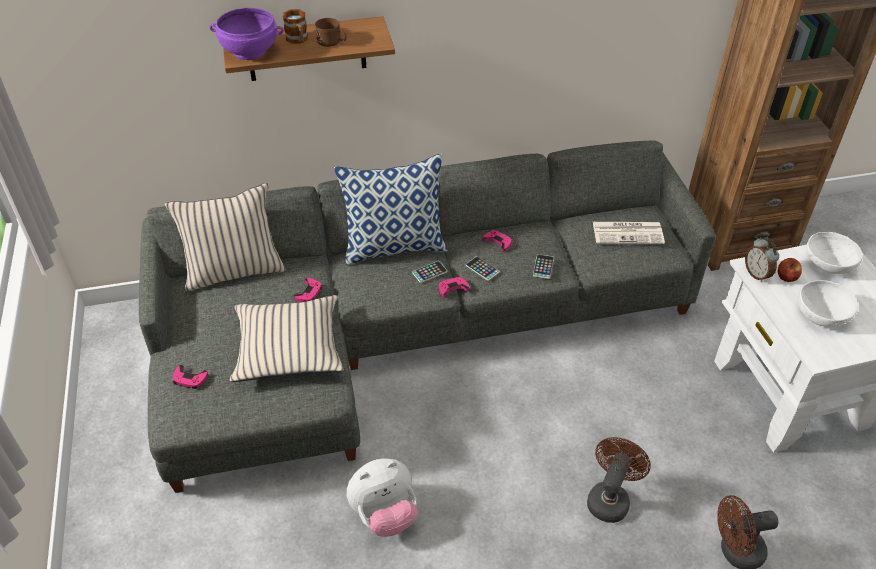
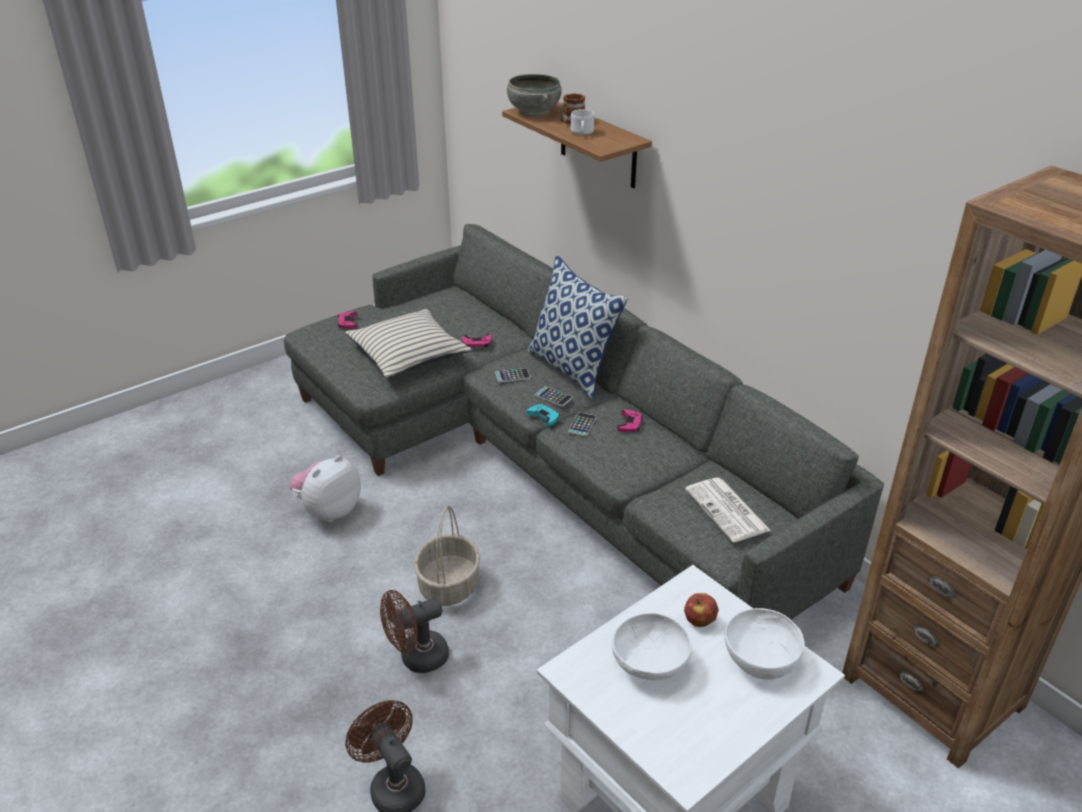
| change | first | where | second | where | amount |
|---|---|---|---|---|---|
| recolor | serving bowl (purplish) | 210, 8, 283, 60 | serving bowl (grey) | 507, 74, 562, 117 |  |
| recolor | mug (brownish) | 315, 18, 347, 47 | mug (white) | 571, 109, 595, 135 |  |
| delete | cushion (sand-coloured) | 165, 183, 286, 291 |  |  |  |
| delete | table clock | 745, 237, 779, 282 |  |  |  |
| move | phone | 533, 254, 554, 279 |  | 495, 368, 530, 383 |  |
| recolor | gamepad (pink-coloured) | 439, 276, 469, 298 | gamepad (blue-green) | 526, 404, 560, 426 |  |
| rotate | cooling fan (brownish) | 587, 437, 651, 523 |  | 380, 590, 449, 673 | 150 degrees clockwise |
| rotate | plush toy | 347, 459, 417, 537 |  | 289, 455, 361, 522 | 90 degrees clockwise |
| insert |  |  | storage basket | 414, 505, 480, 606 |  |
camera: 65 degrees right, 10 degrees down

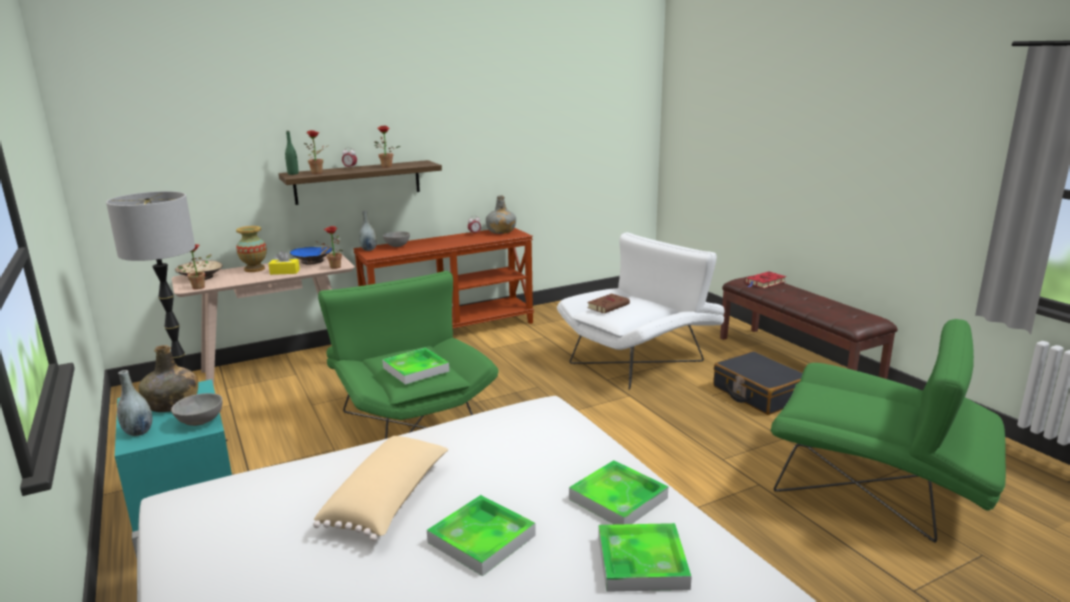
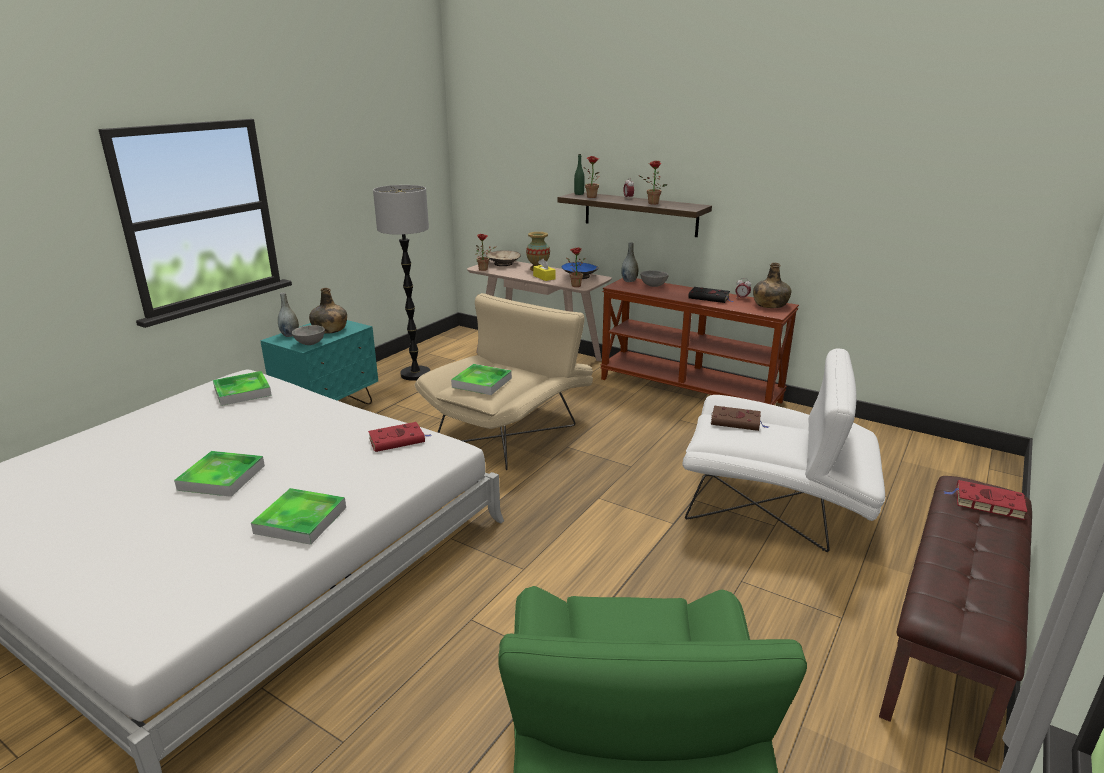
| change | first | where | second | where | amount |
|---|---|---|---|---|---|
| recolor | drink bottle (grey) | 486, 195, 516, 234 | drink bottle (greenish) | 753, 263, 791, 308 |  |
| recolor | lounge chair (greenish) | 318, 271, 499, 439 | lounge chair (sand-coloured) | 415, 293, 593, 470 |  |
| delete | piece of luggage (black-coloured) | 713, 351, 803, 415 |  |  |  |
| delete | cushion (sand-coloured) | 313, 436, 449, 541 |  |  |  |
| move | serving tray | 598, 523, 692, 592 |  | 213, 371, 272, 406 |  |
| insert |  |  | book (black-coloured) | 688, 287, 734, 303 |  |
| insert |  |  | book (reddish) | 368, 422, 431, 452 |  |
camera: 60 degrees right, 5 degrees up

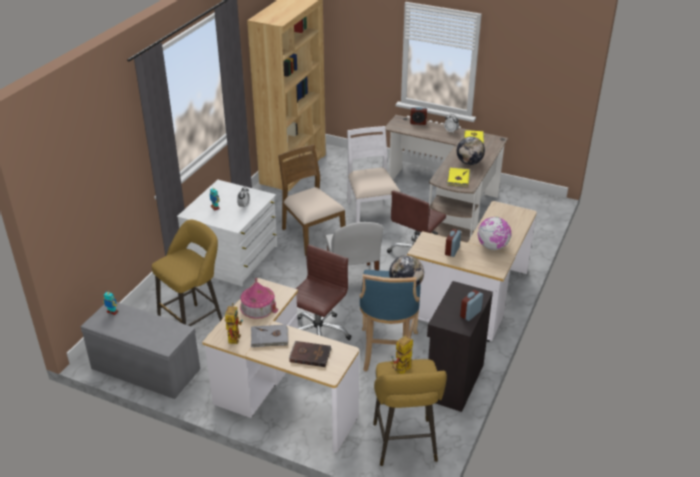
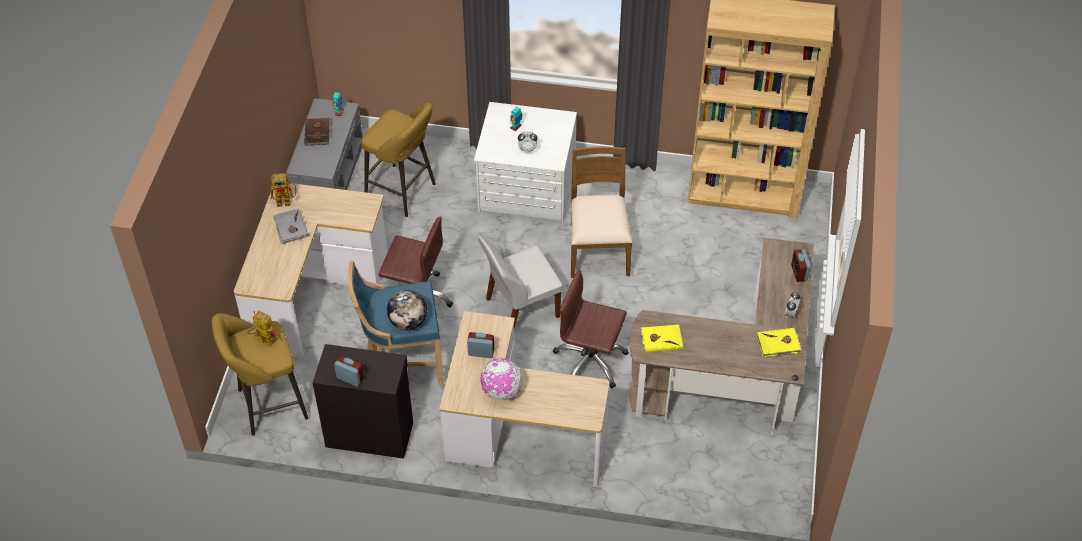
| change | first | where | second | where | amount |
|---|---|---|---|---|---|
| delete | chair (white) | 347, 126, 400, 225 |  |  |  |
| delete | globe | 457, 136, 485, 165 |  |  |  |
| rotate | chair (brownish) | 278, 144, 345, 256 |  | 571, 147, 632, 278 | 45 degrees counterclockwise |
| delete | model house | 240, 278, 279, 319 |  |  |  |
| move | book (brownish) | 289, 341, 332, 367 |  | 304, 118, 332, 146 |  |
camera: 75 degrees right, 15 degrees up

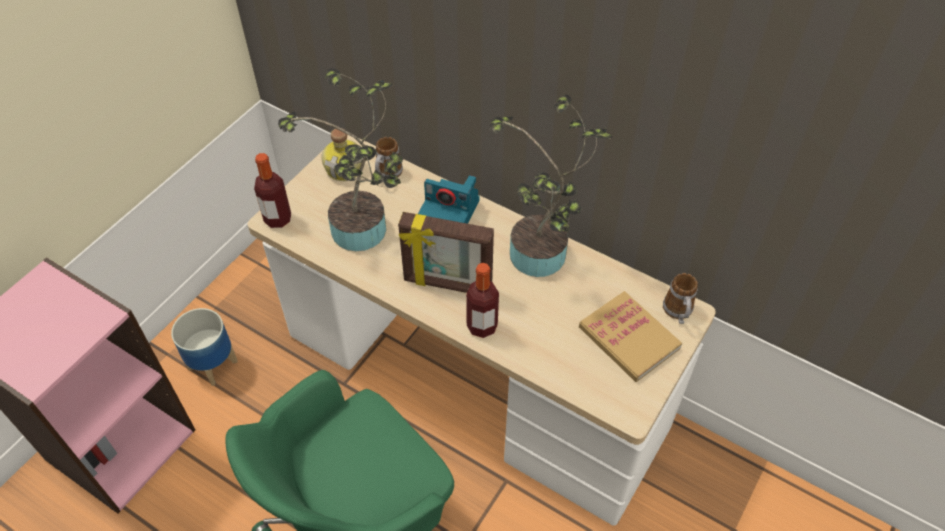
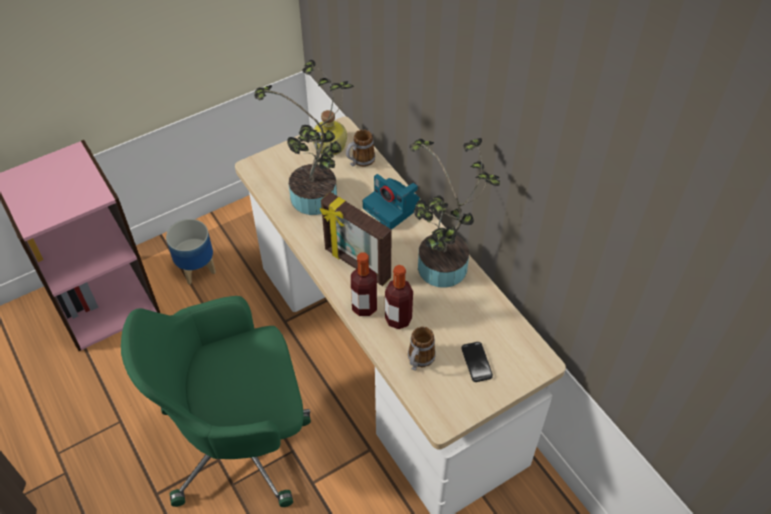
| change | first | where | second | where | amount |
|---|---|---|---|---|---|
| move | drink bottle | 254, 153, 291, 228 |  | 385, 265, 413, 329 |  |
| move | mug | 663, 273, 698, 324 |  | 408, 326, 436, 371 |  |
| replace | book | 579, 291, 682, 382 | phone | 462, 342, 493, 382 |  |
camera: 25 degrees right, 0 degrees up

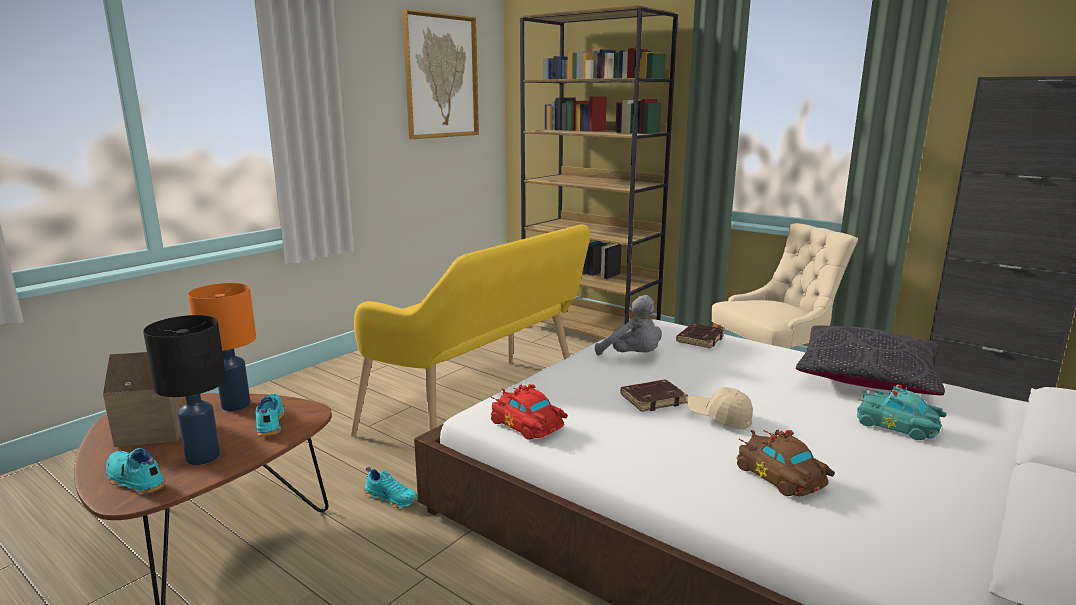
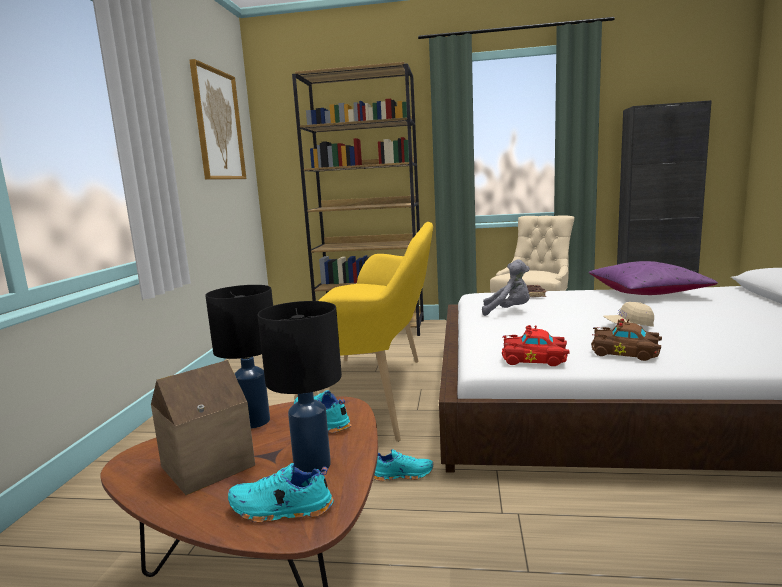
| change | first | where | second | where | amount |
|---|---|---|---|---|---|
| recolor | table lamp (orangey) | 188, 283, 256, 411 | table lamp (black-coloured) | 205, 285, 273, 428 |  |
| recolor | cushion (black-coloured) | 796, 325, 945, 395 | cushion (purplish) | 589, 261, 718, 295 |  |
| delete | book (brownish) | 621, 380, 688, 412 |  |  |  |
| delete | miniature car (blue-green) | 857, 385, 946, 440 |  |  |  |
| move | miniature car (brownish) | 737, 430, 835, 496 |  | 591, 319, 662, 361 |  |
camera: 30 degrees left, 5 degrees down

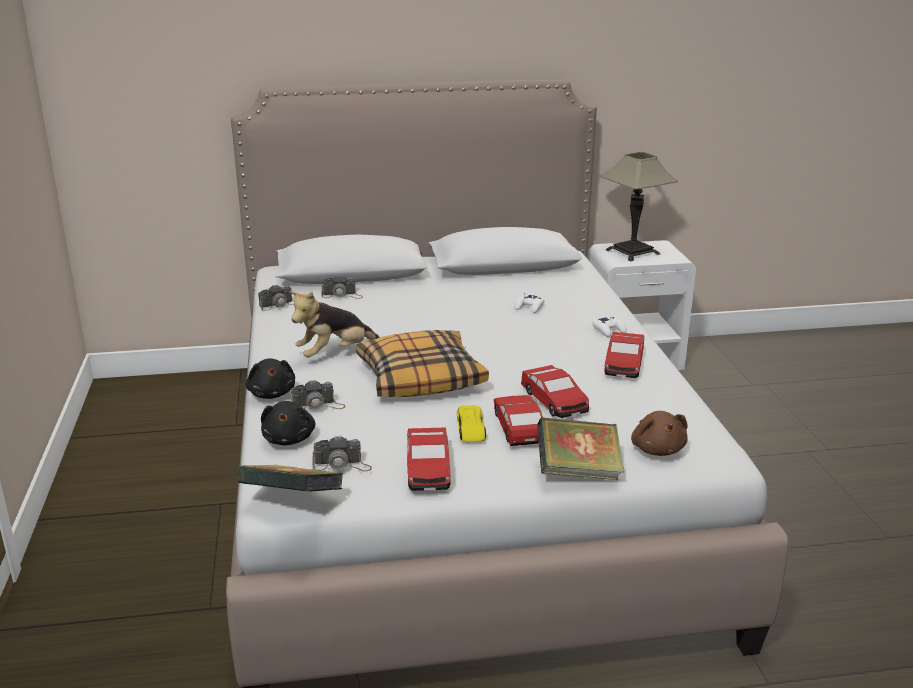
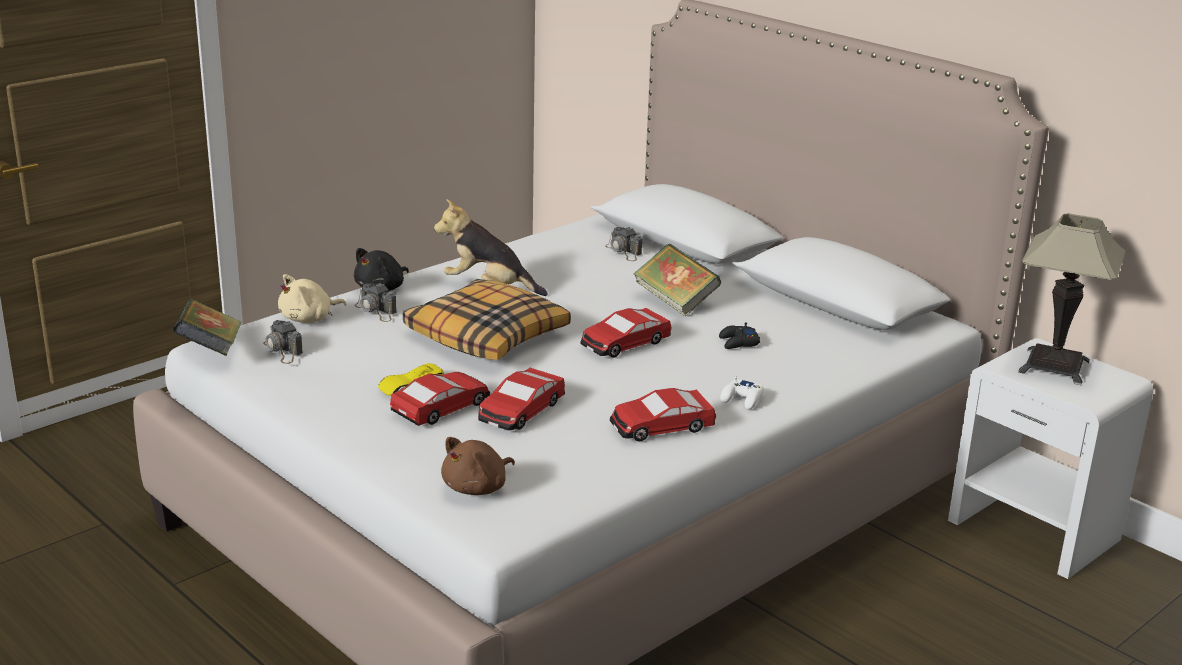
| change | first | where | second | where | amount |
|---|---|---|---|---|---|
| delete | photo camera | 258, 284, 294, 311 |  |  |  |
| recolor | gamepad (white) | 514, 292, 545, 313 | gamepad (black-coloured) | 719, 323, 761, 349 |  |
| recolor | plush toy (black-coloured) | 261, 401, 315, 445 | plush toy (sand-coloured) | 278, 274, 347, 323 |  |
| move | book | 537, 417, 624, 480 |  | 634, 244, 721, 317 |  |
| move | miniature car | 407, 427, 451, 491 |  | 581, 308, 671, 358 |  |
camera: 55 degrees right, 0 degrees up

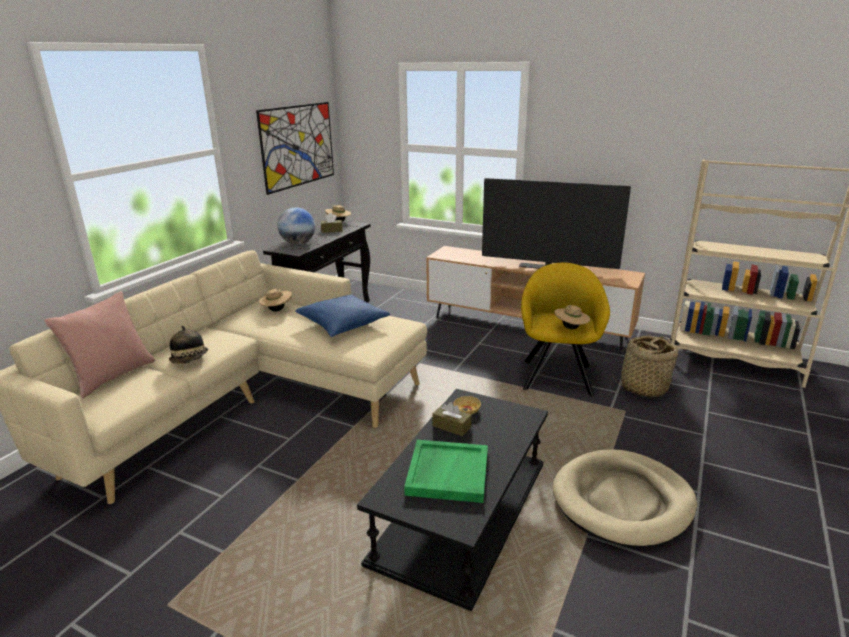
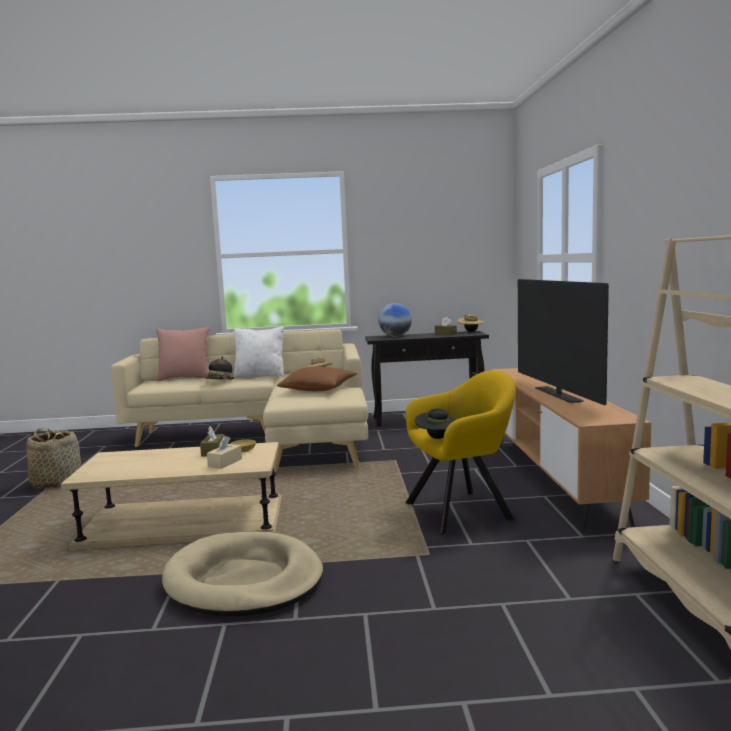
| change | first | where | second | where | amount |
|---|---|---|---|---|---|
| delete | wall art | 256, 102, 334, 195 |  |  |  |
| recolor | cushion (bluish) | 295, 295, 390, 337 | cushion (brownish) | 277, 366, 357, 391 |  |
| recolor | wearable hat (sand-coloured) | 554, 305, 590, 329 | wearable hat (black-coloured) | 415, 409, 456, 439 |  |
| move | storage basket | 612, 335, 678, 397 |  | 27, 428, 81, 489 |  |
| recolor | coffee table (black-coloured) | 357, 389, 548, 612 | coffee table (sand-coloured) | 61, 442, 282, 550 |  |
| delete | serving tray (greenish) | 404, 440, 488, 503 |  |  |  |
| insert |  |  | cushion (white) | 233, 327, 284, 378 |  |
| insert |  |  | tissue box (sand-coloured) | 207, 436, 242, 469 |  |
camera: 60 degrees right, 15 degrees down

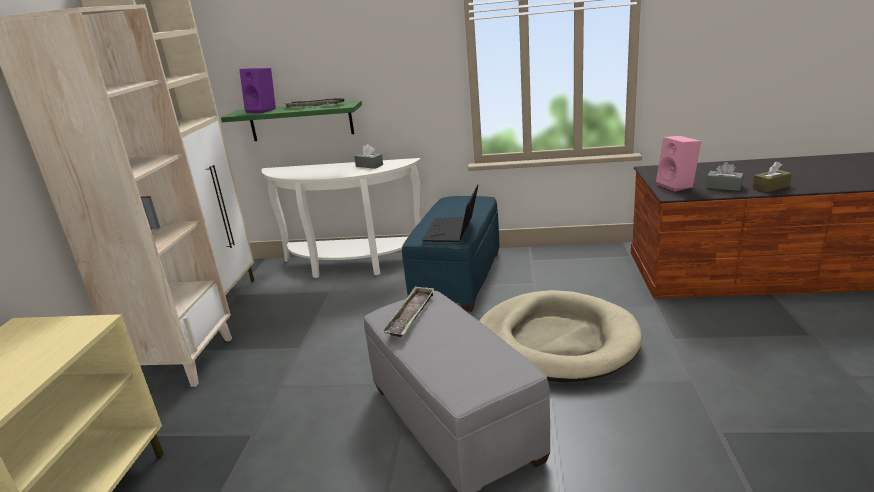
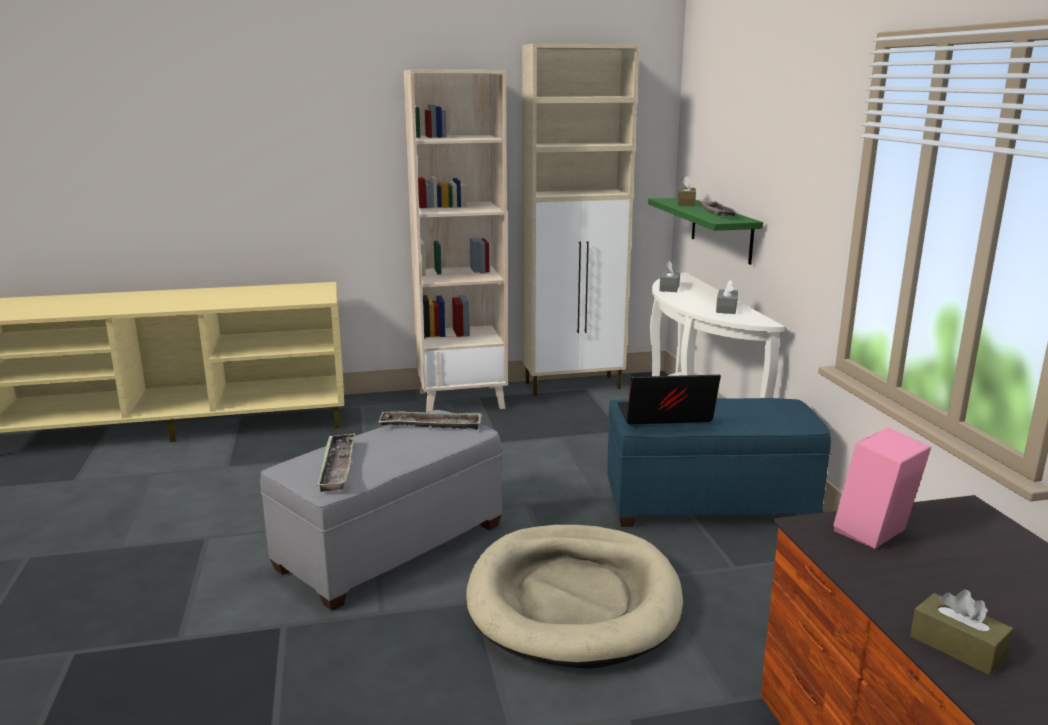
| change | first | where | second | where | amount |
|---|---|---|---|---|---|
| replace | audio speaker (purplish) | 239, 68, 276, 113 | tissue box (brownish) | 678, 176, 696, 206 |  |
| move | tissue box (grey) | 706, 162, 744, 191 |  | 659, 261, 680, 292 |  |
| insert |  |  | serving tray | 317, 433, 355, 492 |  |
camera: 70 degrees right, 5 degrees down

